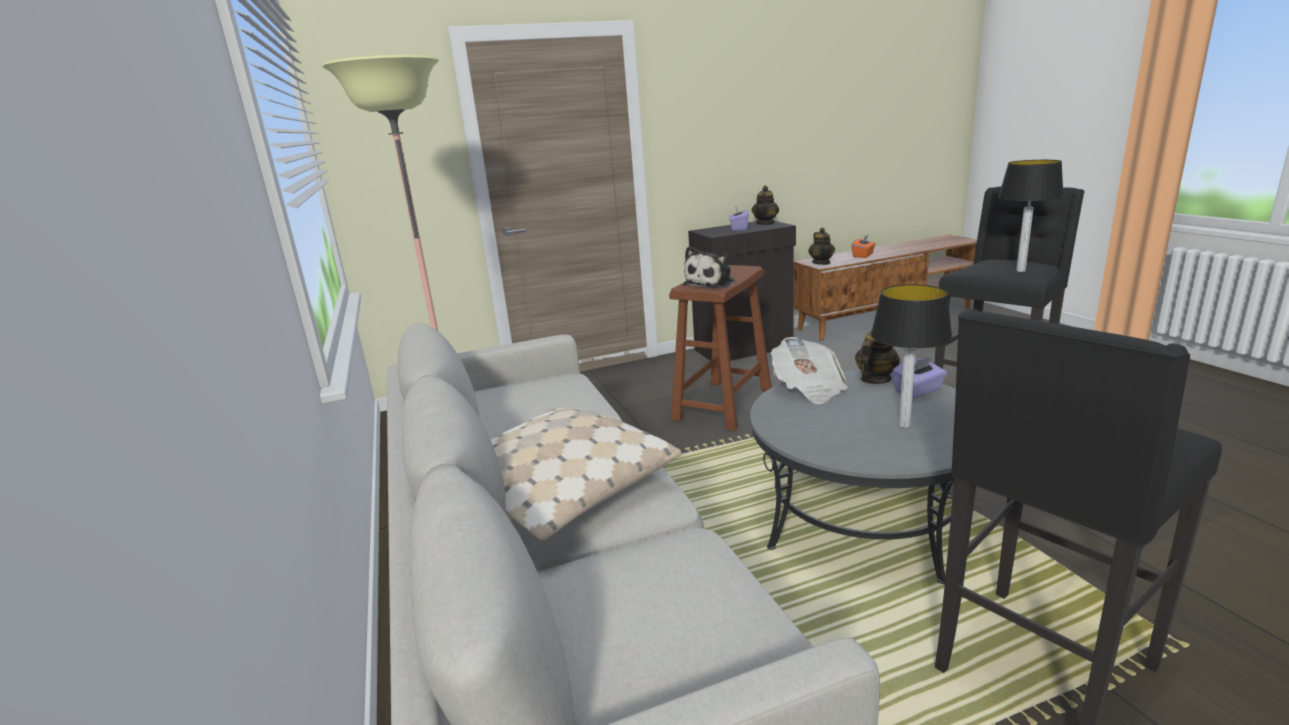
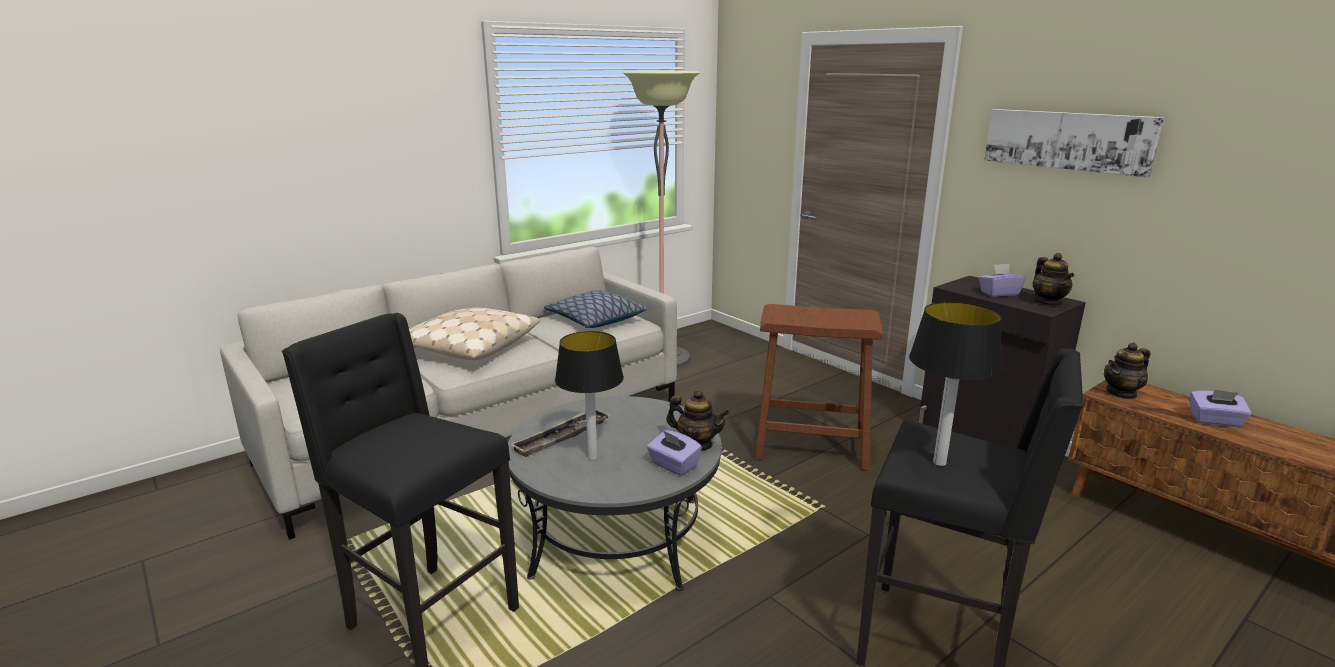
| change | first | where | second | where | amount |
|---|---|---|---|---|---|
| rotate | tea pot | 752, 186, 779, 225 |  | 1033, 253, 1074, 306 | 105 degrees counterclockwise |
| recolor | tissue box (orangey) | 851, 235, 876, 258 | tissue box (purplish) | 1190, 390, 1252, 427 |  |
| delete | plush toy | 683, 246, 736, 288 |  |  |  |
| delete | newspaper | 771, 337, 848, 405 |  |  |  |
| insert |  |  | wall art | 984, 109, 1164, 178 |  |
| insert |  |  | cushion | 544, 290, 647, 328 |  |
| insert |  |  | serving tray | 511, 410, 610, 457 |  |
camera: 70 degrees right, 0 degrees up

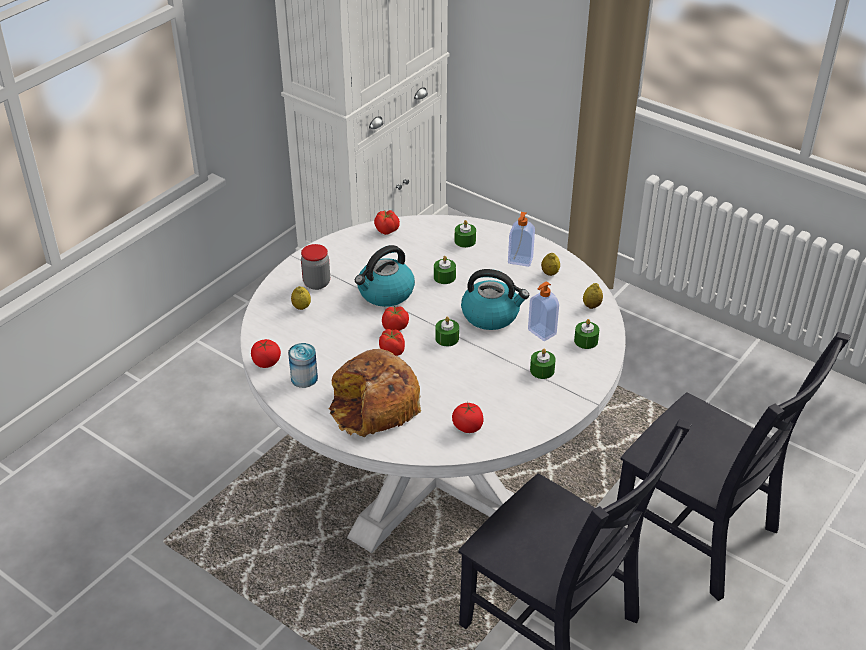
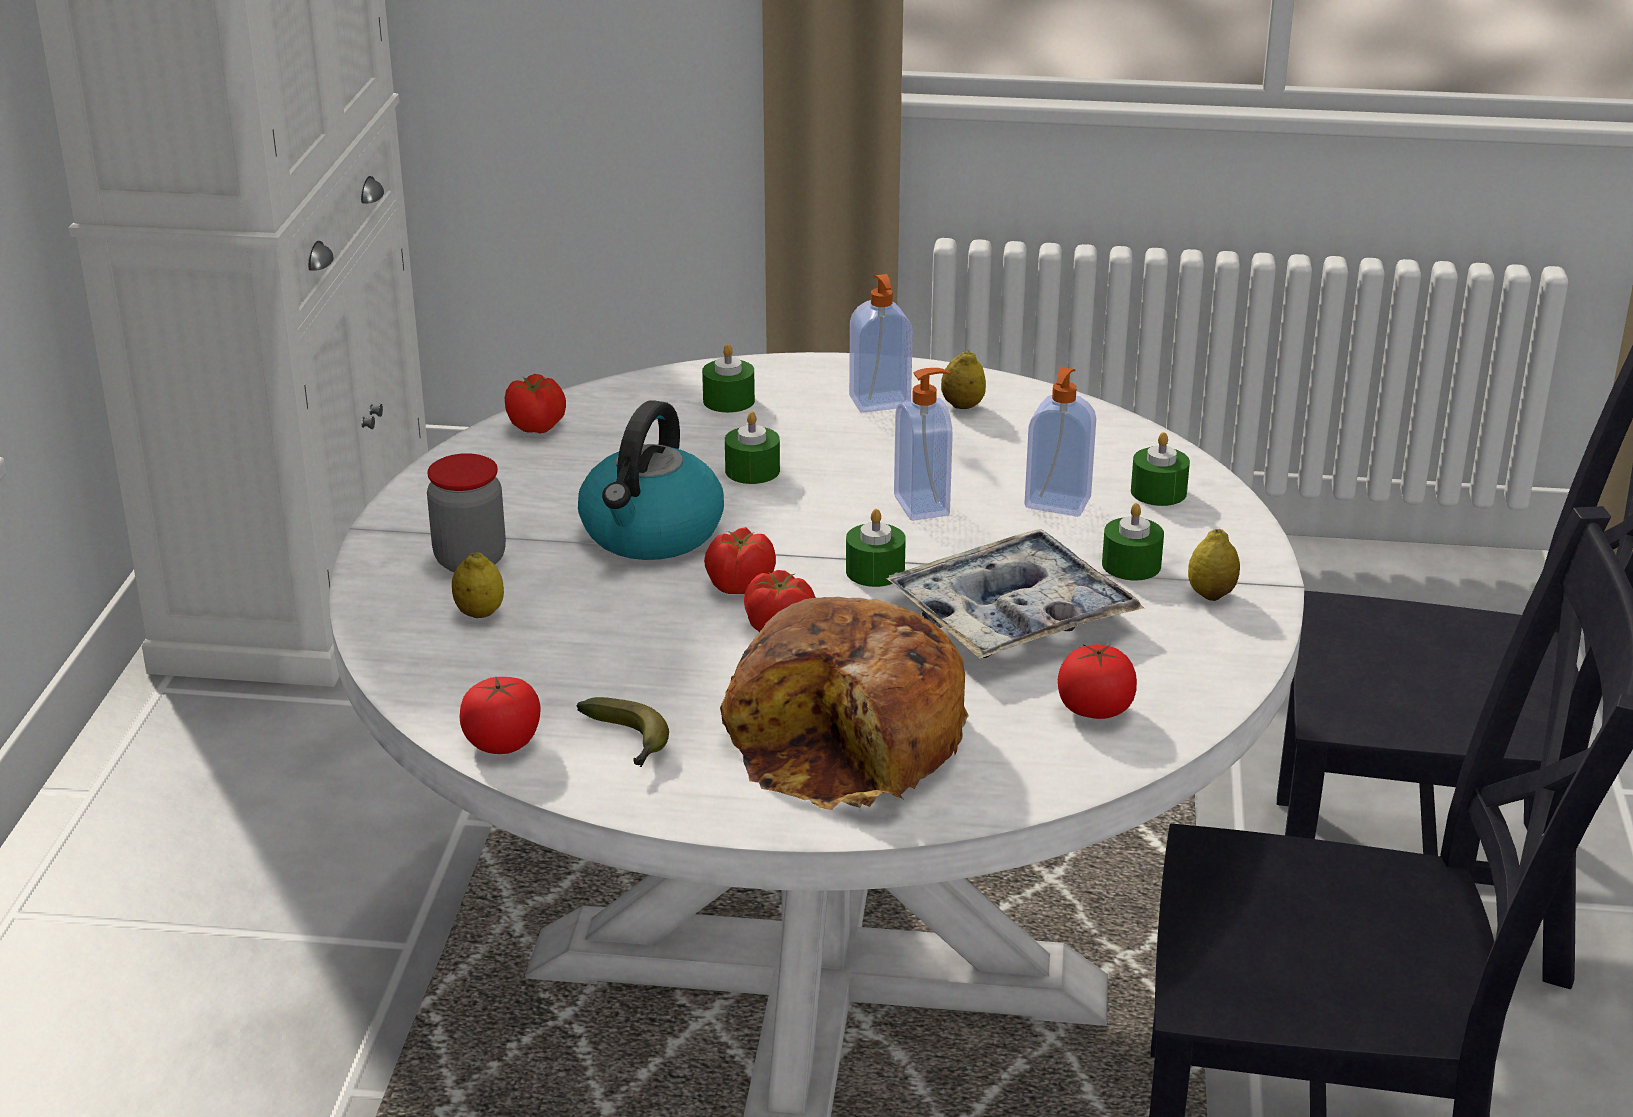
| change | first | where | second | where | amount |
|---|---|---|---|---|---|
| replace | water kettle | 461, 269, 529, 330 | soap bottle | 894, 368, 953, 521 |  |
| move | citrus fruit | 583, 283, 603, 309 |  | 1188, 529, 1240, 601 |  |
| replace | can | 288, 343, 318, 388 | banana | 577, 697, 669, 767 |  |
| insert |  |  | serving tray | 886, 529, 1144, 658 |  |
camera: 30 degrees left, 10 degrees down

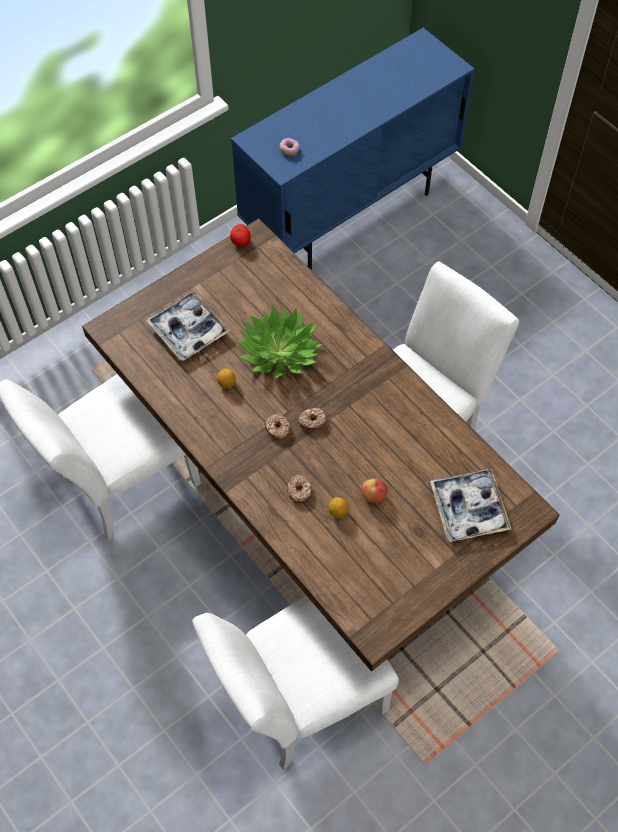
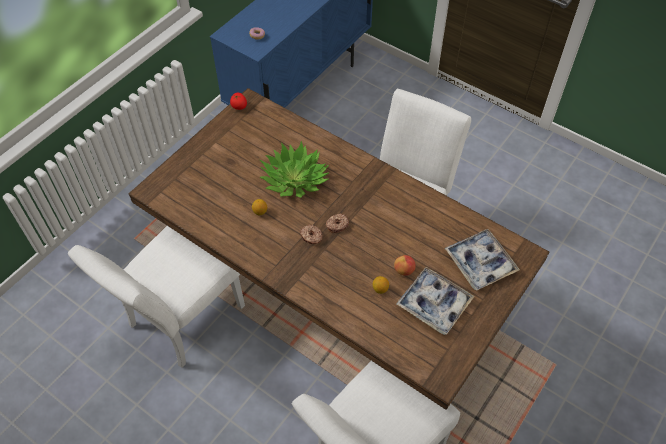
| change | first | where | second | where | amount |
|---|---|---|---|---|---|
| move | serving tray | 146, 291, 230, 361 |  | 396, 267, 475, 335 |  |
| delete | donut | 287, 475, 312, 503 |  |  |  |
camera: 15 degrees left, 5 degrees down

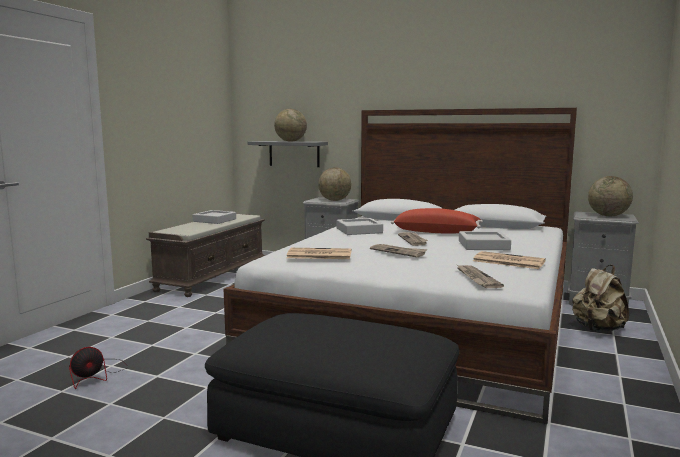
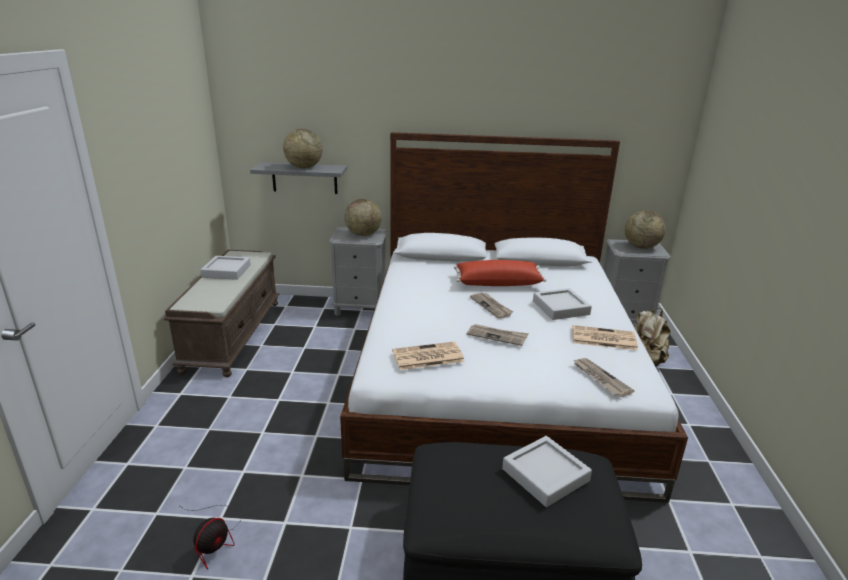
| change | first | where | second | where | amount |
|---|---|---|---|---|---|
| move | serving tray (grey) | 337, 218, 383, 235 |  | 502, 436, 592, 507 |  |
camera: 20 degrees left, 15 degrees up

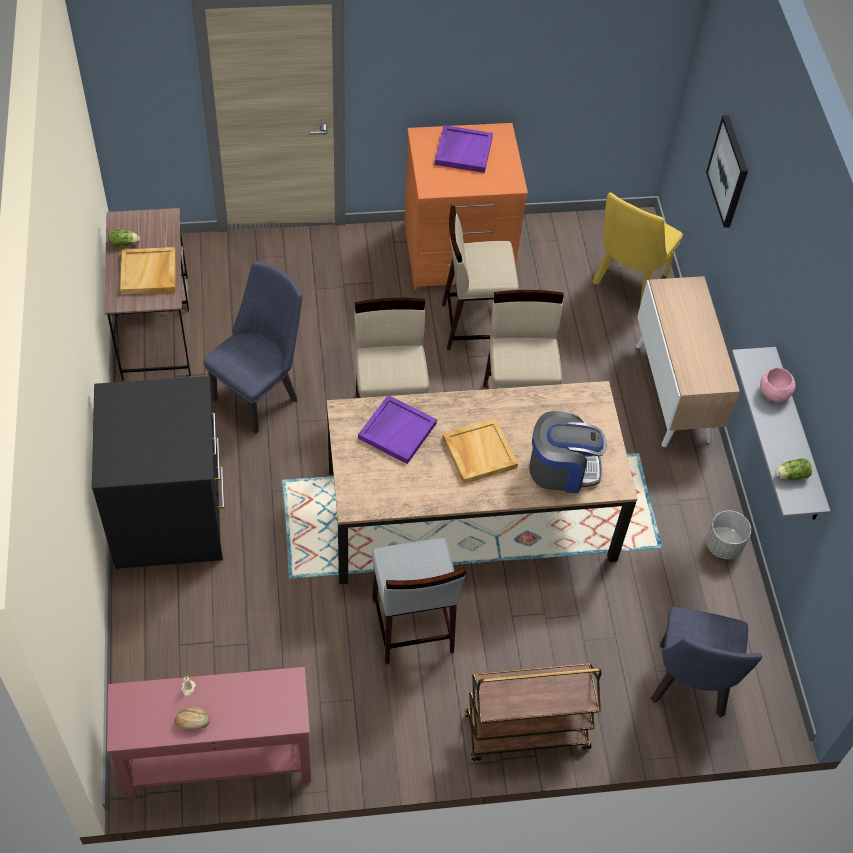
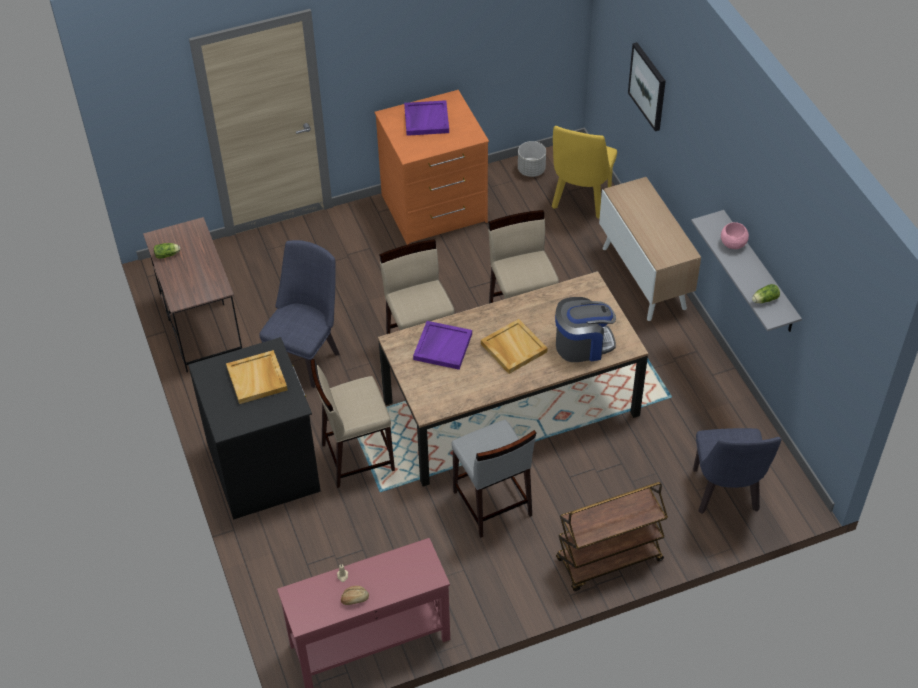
| change | first | where | second | where | amount |
|---|---|---|---|---|---|
| move | stool (sand-coloured) | 442, 206, 519, 350 |  | 311, 359, 395, 488 |  |
| move | serving tray (sand-coloured) | 120, 247, 176, 295 |  | 226, 350, 288, 404 |  |
| move | flower pot (grey) | 706, 511, 751, 559 |  | 518, 141, 546, 177 |  |
camera: 10 degrees left, 5 degrees down

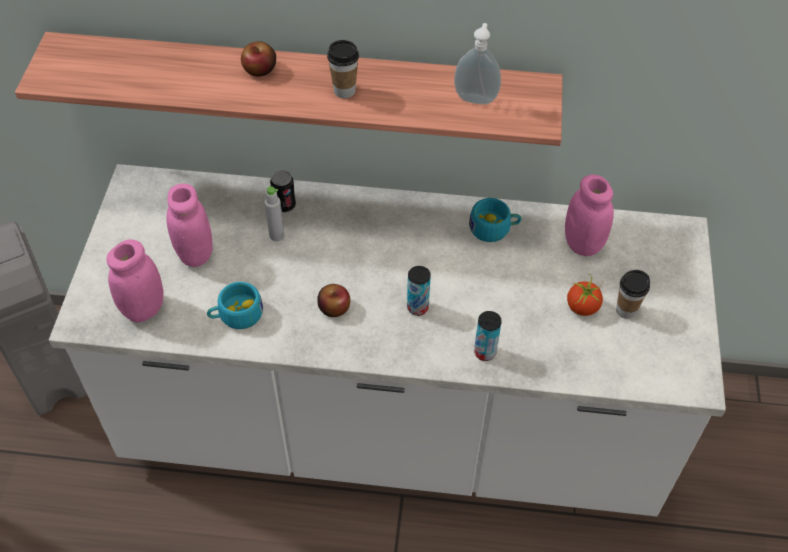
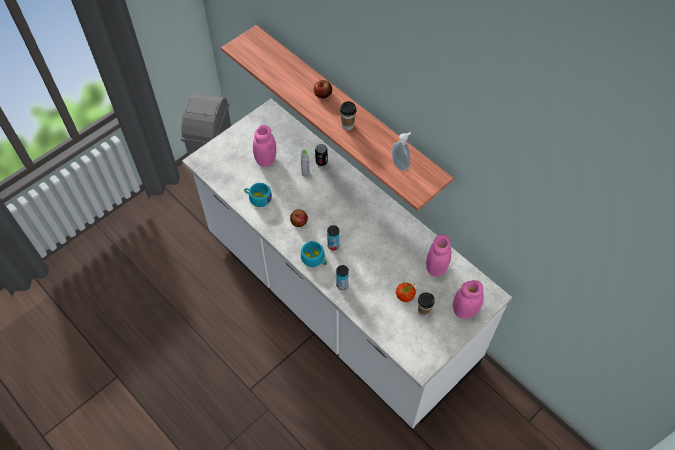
| change | first | where | second | where | amount |
|---|---|---|---|---|---|
| move | cup (blue-green) | 469, 198, 522, 242 |  | 301, 241, 327, 267 |  |
| move | jar (pink-coloured) | 106, 239, 164, 323 |  | 453, 280, 484, 319 |  |
camera: 40 degrees right, 5 degrees up

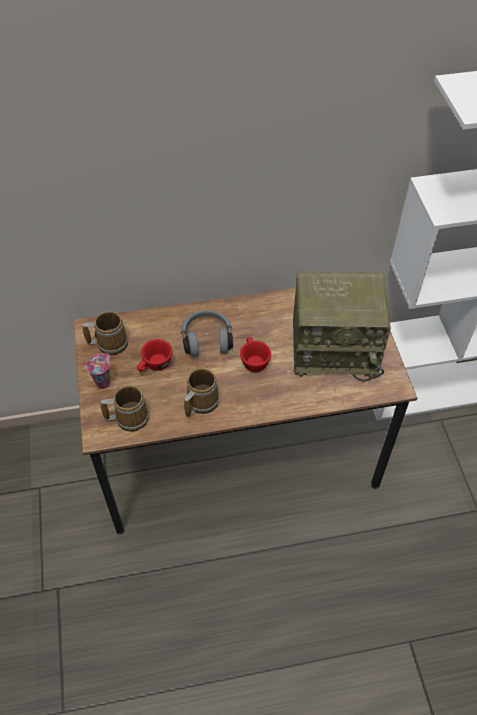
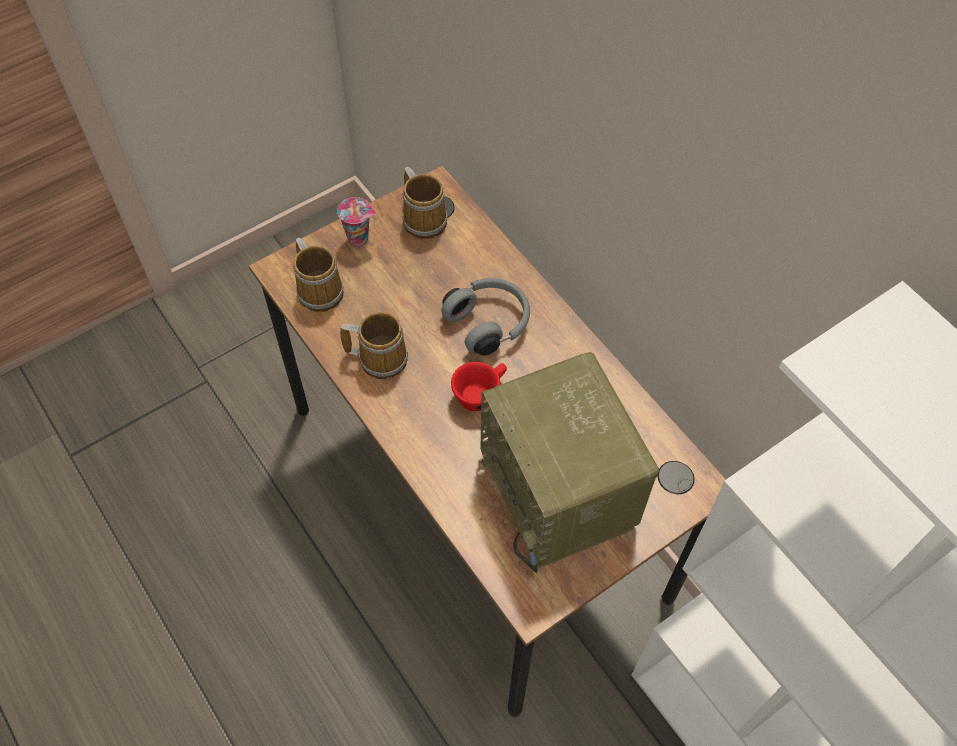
| change | first | where | second | where | amount |
|---|---|---|---|---|---|
| delete | cup (reddish) | 137, 339, 172, 372 |  |  |  |
camera: 65 degrees right, 5 degrees up

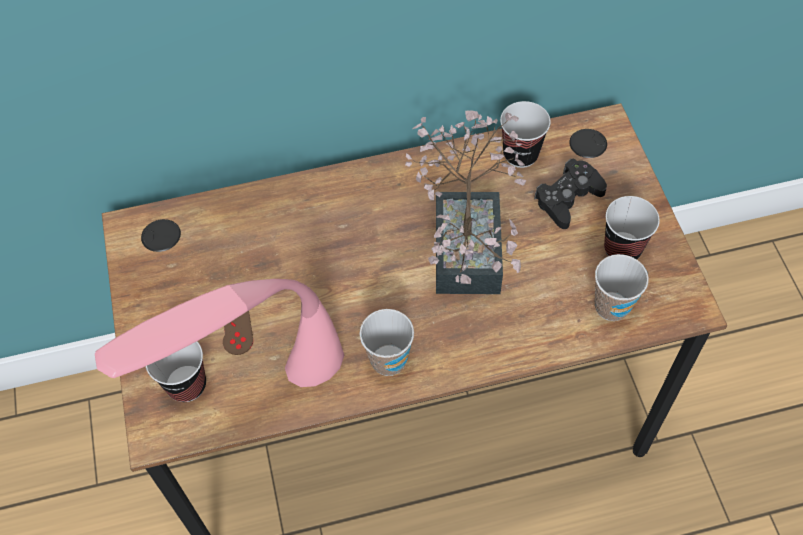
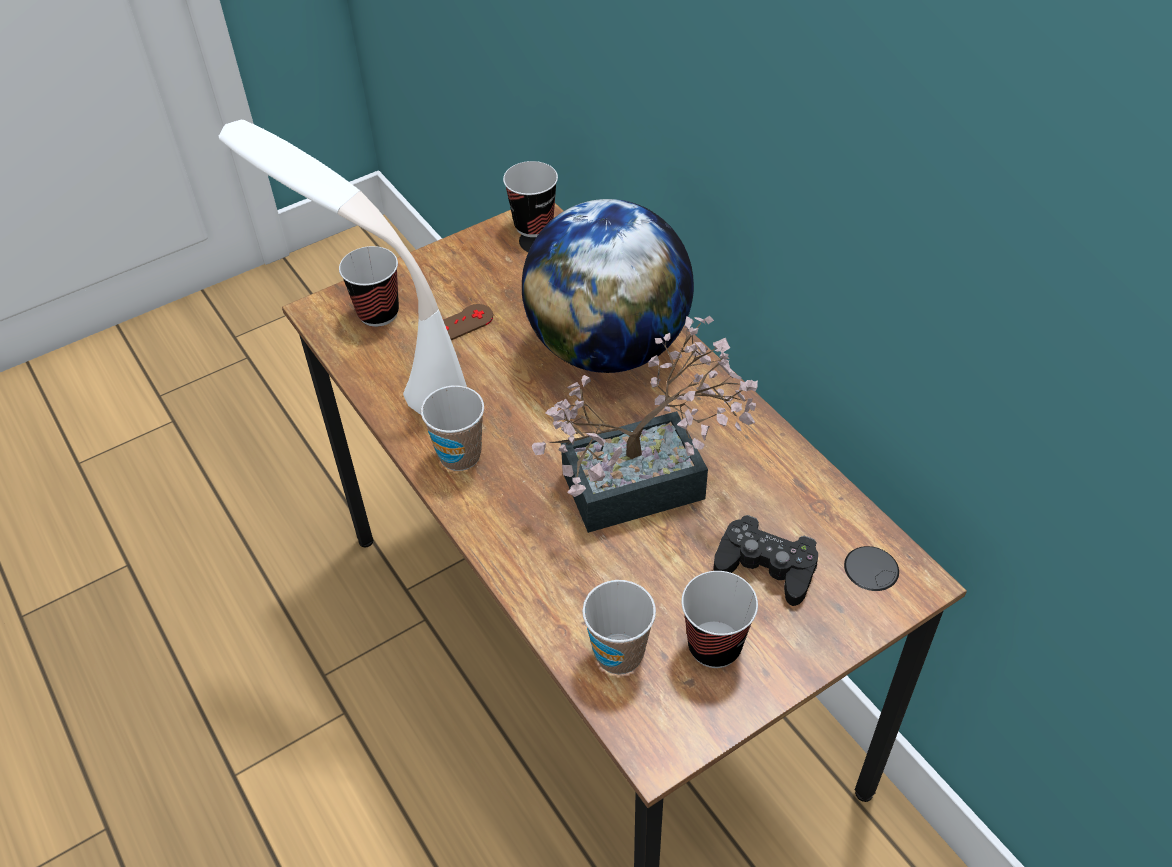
| change | first | where | second | where | amount |
|---|---|---|---|---|---|
| move | cup | 500, 101, 551, 168 |  | 503, 161, 558, 237 |  |
| recolor | table lamp (pink-coloured) | 95, 279, 345, 387 | table lamp (white) | 219, 120, 467, 415 |  |
| insert |  |  | globe | 522, 199, 694, 373 |  |
camera: 70 degrees right, 10 degrees down

